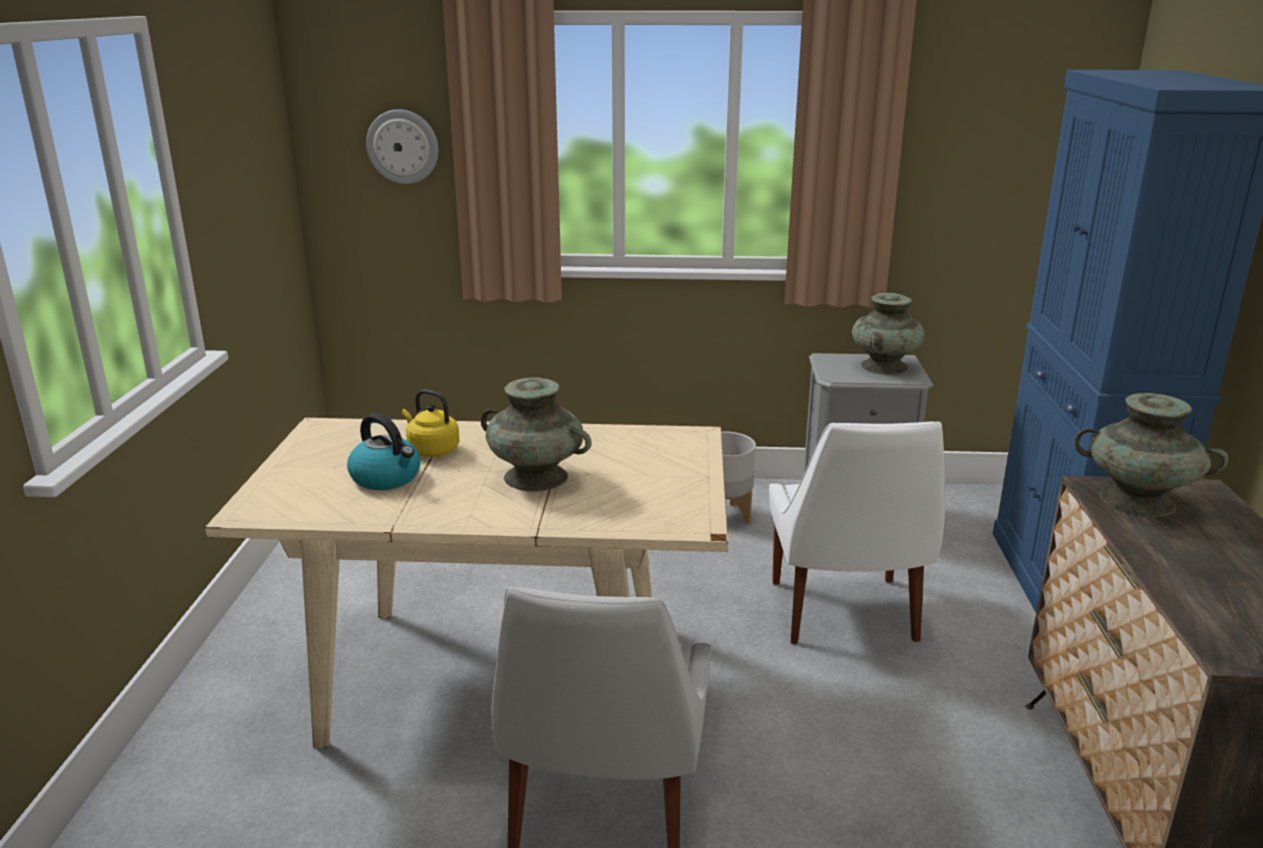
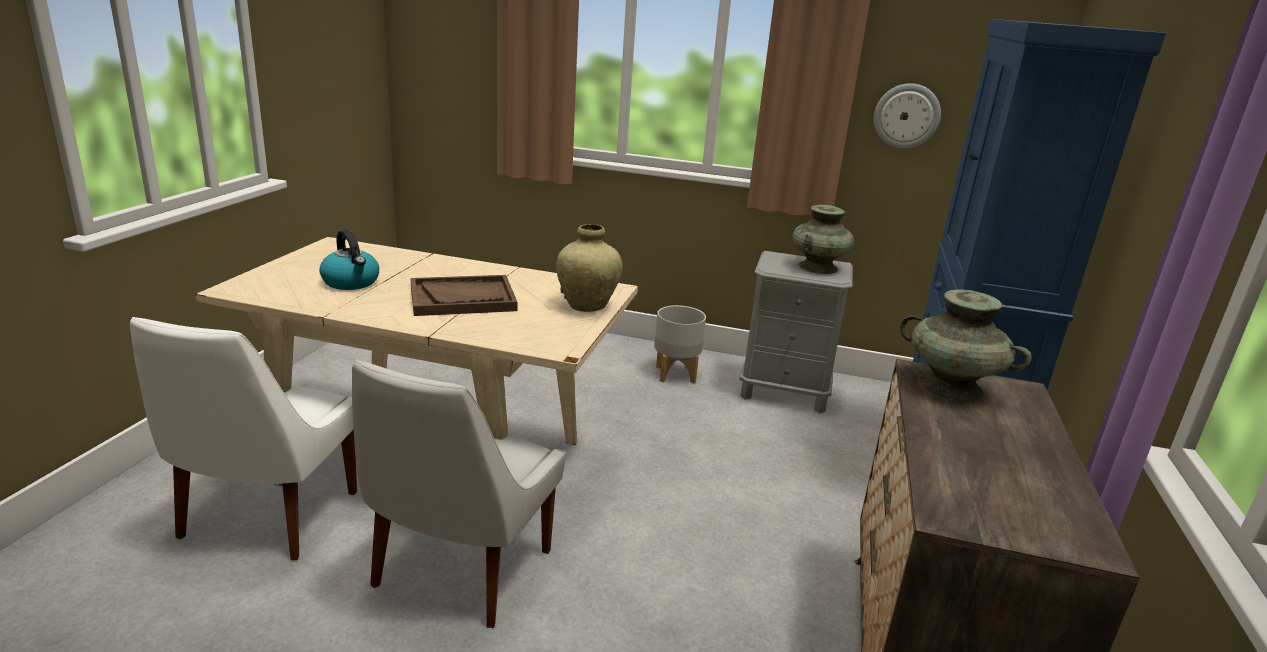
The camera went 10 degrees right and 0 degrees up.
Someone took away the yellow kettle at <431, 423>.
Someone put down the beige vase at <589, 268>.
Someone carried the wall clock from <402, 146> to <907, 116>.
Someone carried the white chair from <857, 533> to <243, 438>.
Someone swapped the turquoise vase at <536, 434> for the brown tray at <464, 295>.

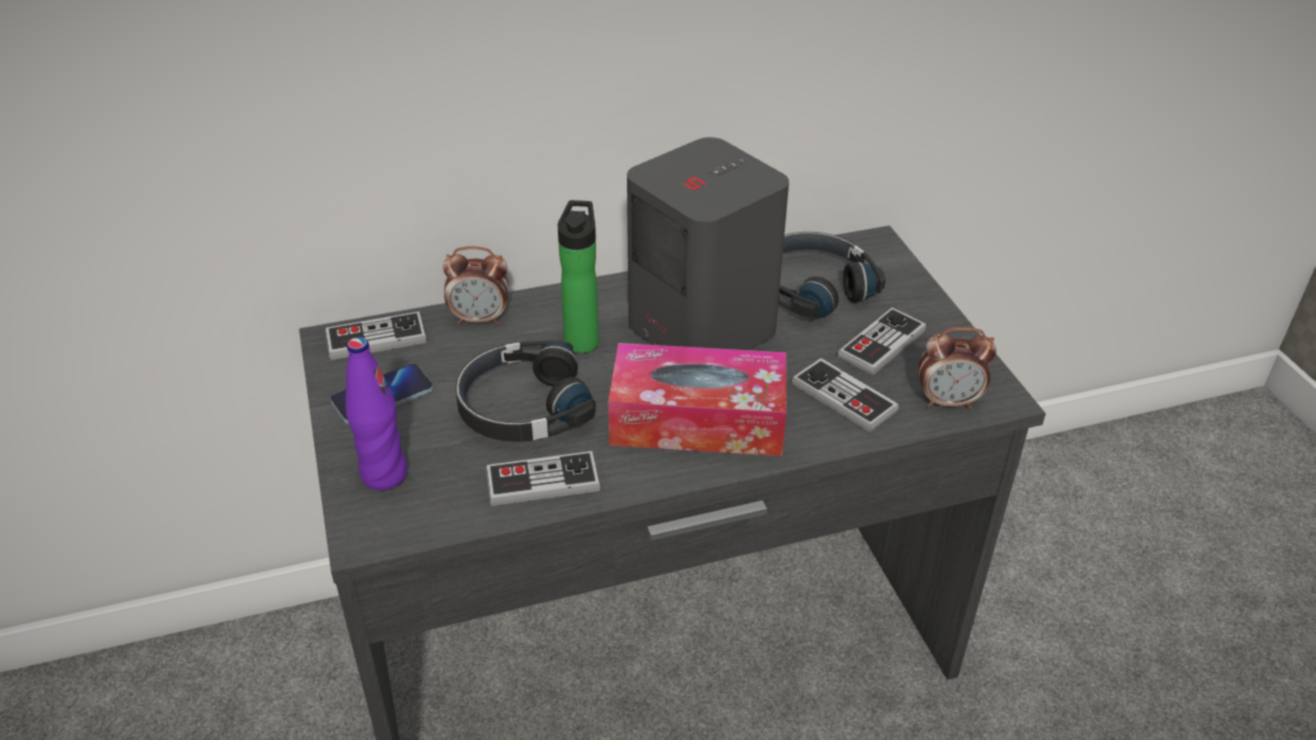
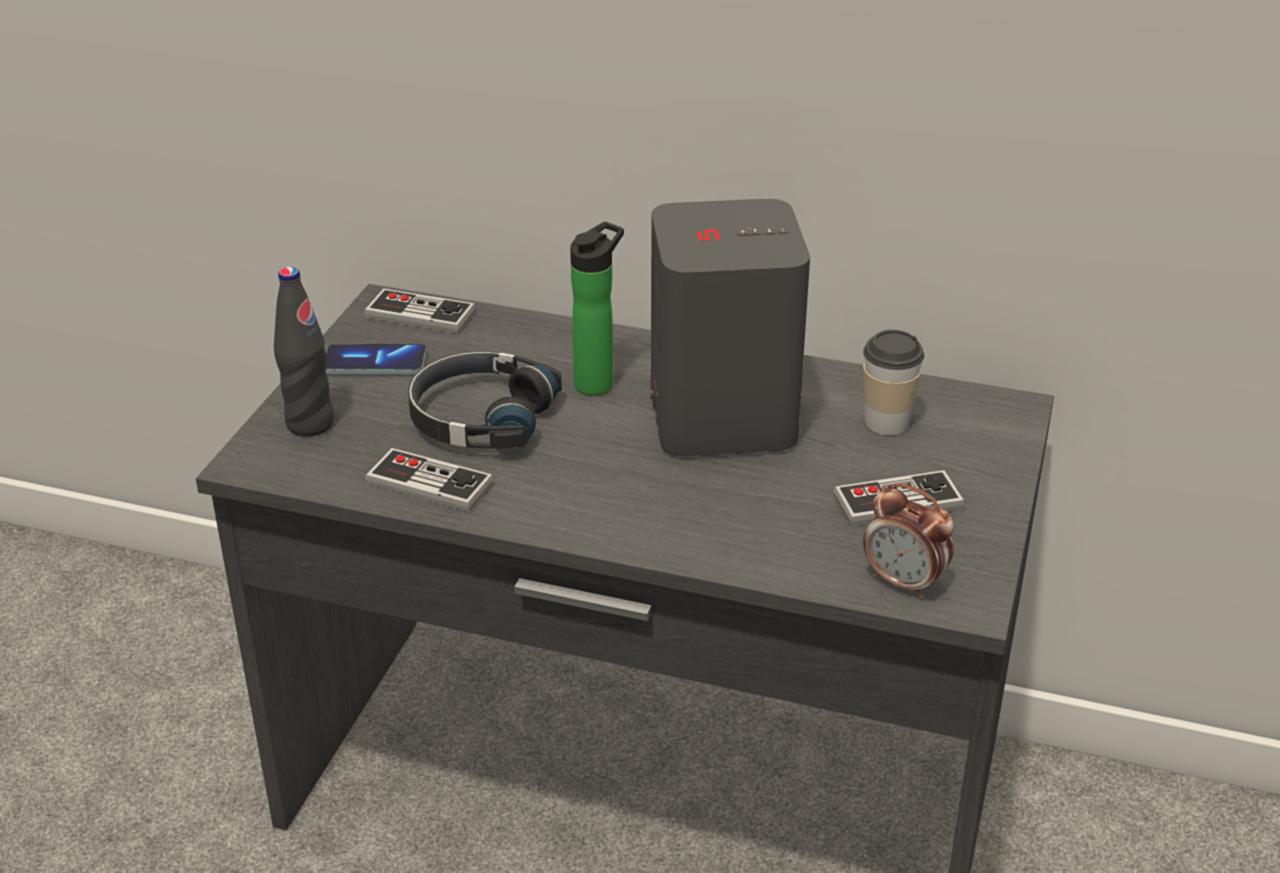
The camera went 35 degrees right and 5 degrees down.
Someone took away the alarm clock at <476, 285>.
Someone took away the tissue box at <697, 399>.
Someone took away the game controller at <845, 395>.
Someone swapped the black headphones at <832, 276> for the cup at <893, 382>.
Someone repainted the purple bottle at <376, 413>, which became the black bottle at <304, 352>.

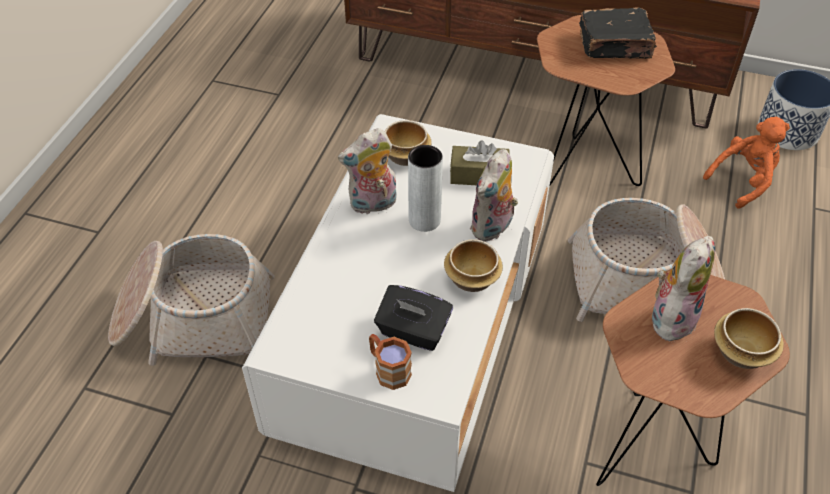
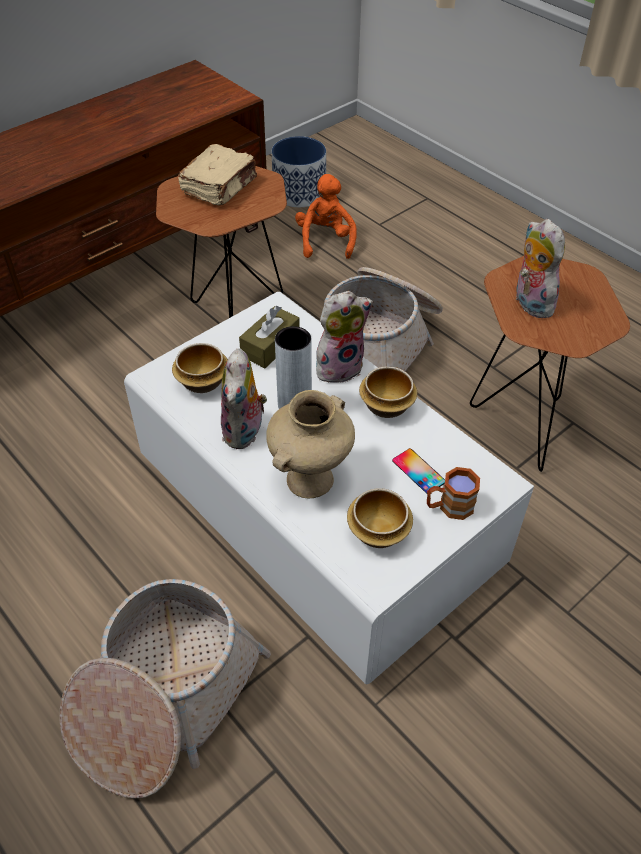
The camera went 60 degrees left and 0 degrees up.
Someone put down the beige vase at <310, 444>.
Someone carried the bowl from <749, 338> to <380, 518>.
Someone swapped the black tissue box at <413, 318> for the phone at <418, 471>.
Someone repainted the black book at <618, 33>, which became the beige book at <217, 174>.
Someone rotated the plush toy at <494, 195> by 90 degrees counterclockwise.

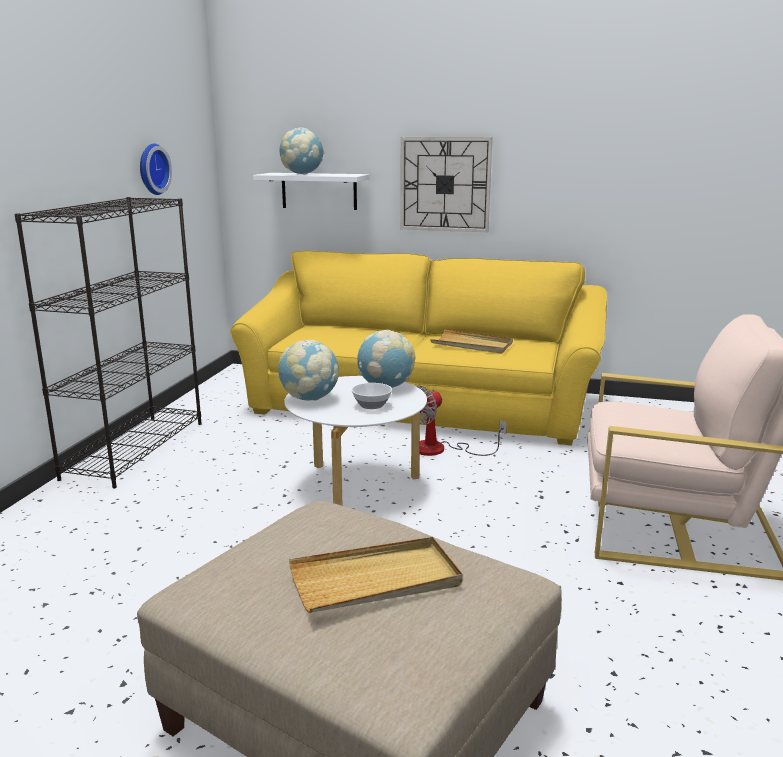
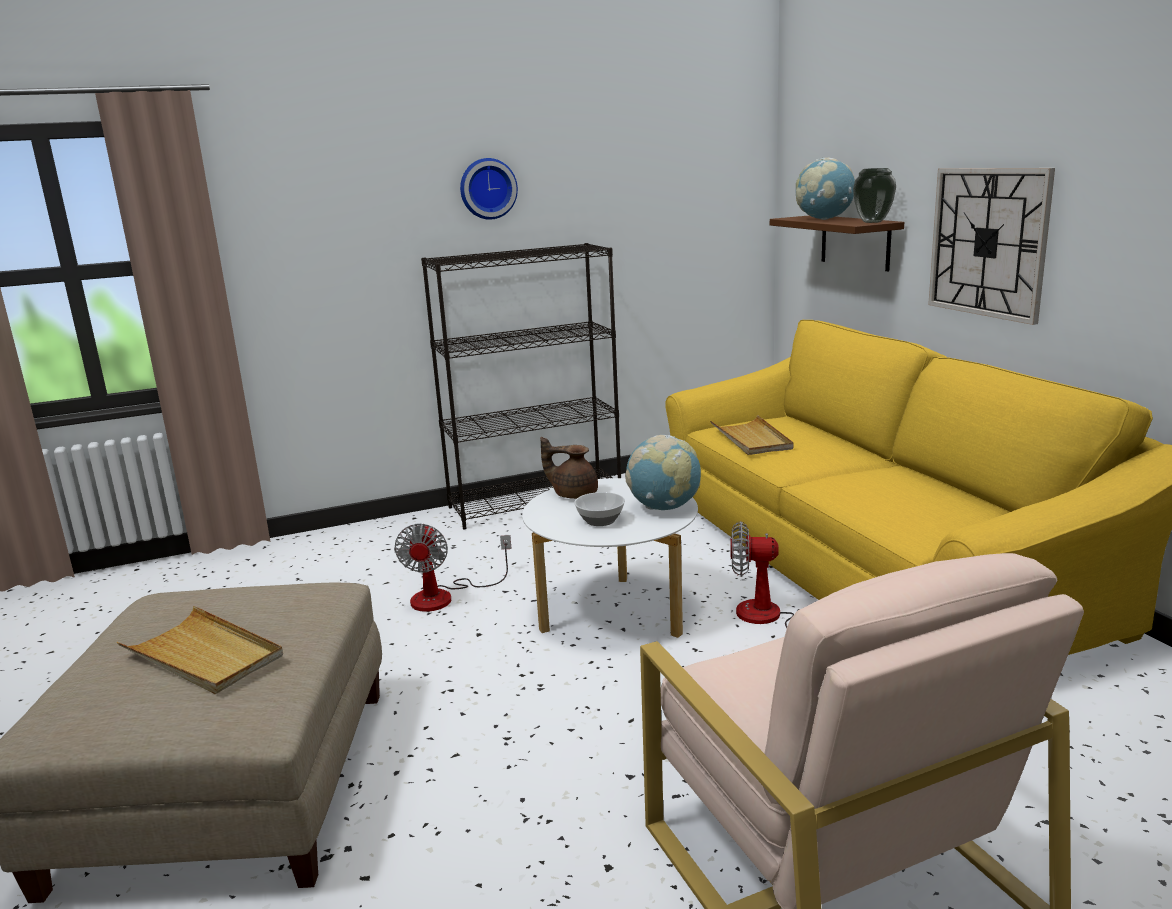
The camera went 55 degrees right and 0 degrees up.
Someone put down the fan at <453, 567>.
Someone put down the vase at <874, 195>.
Someone carried the wall clock from <156, 169> to <489, 189>.
Someone carried the beige tray from <471, 341> to <752, 435>.
Someone swapped the globe at <308, 370> for the brown teapot at <569, 468>.
Someone repainted the white shelf at <311, 191>, which became the brown shelf at <837, 243>.

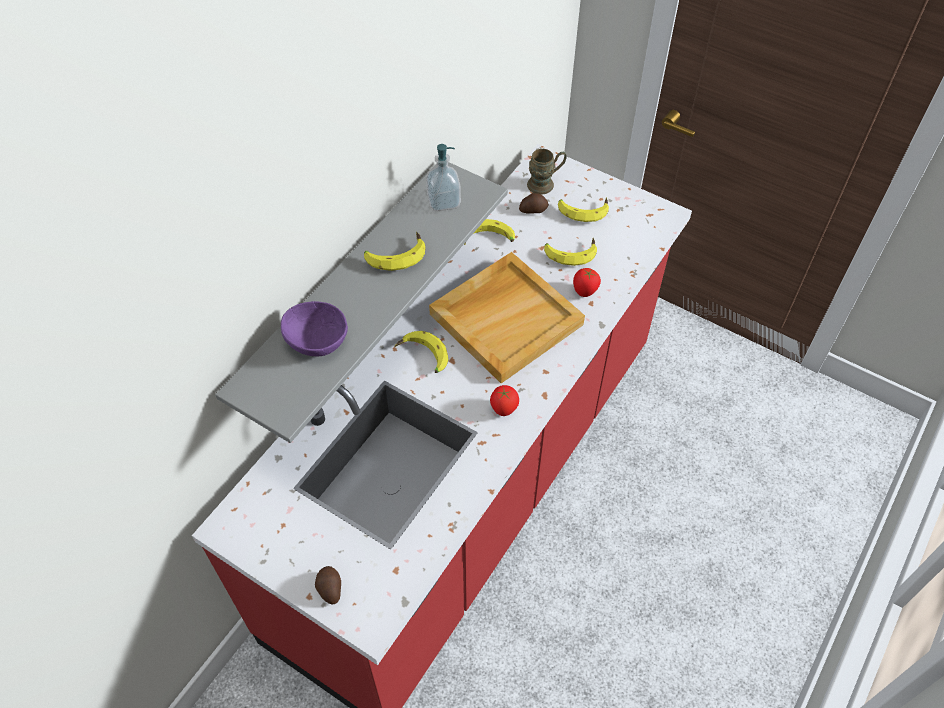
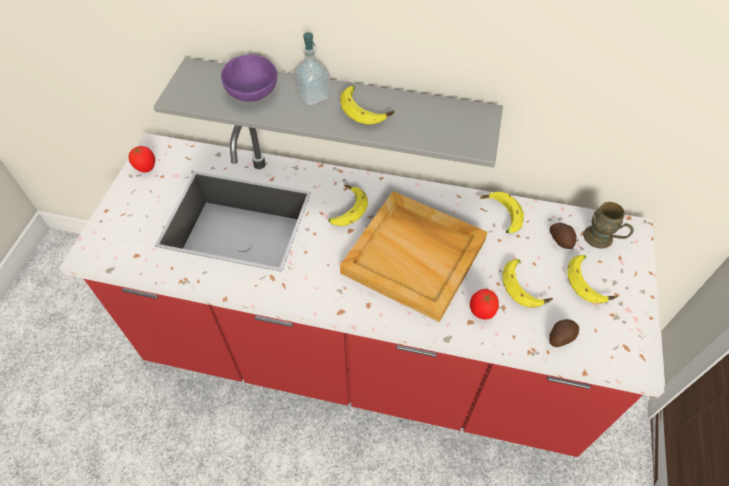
The camera went 70 degrees right and 0 degrees up.
Someone carried the potato from <328, 585> to <564, 333>.
Someone carried the soap dispenser from <443, 178> to <312, 69>.
Someone carried the tomato from <504, 400> to <141, 159>.

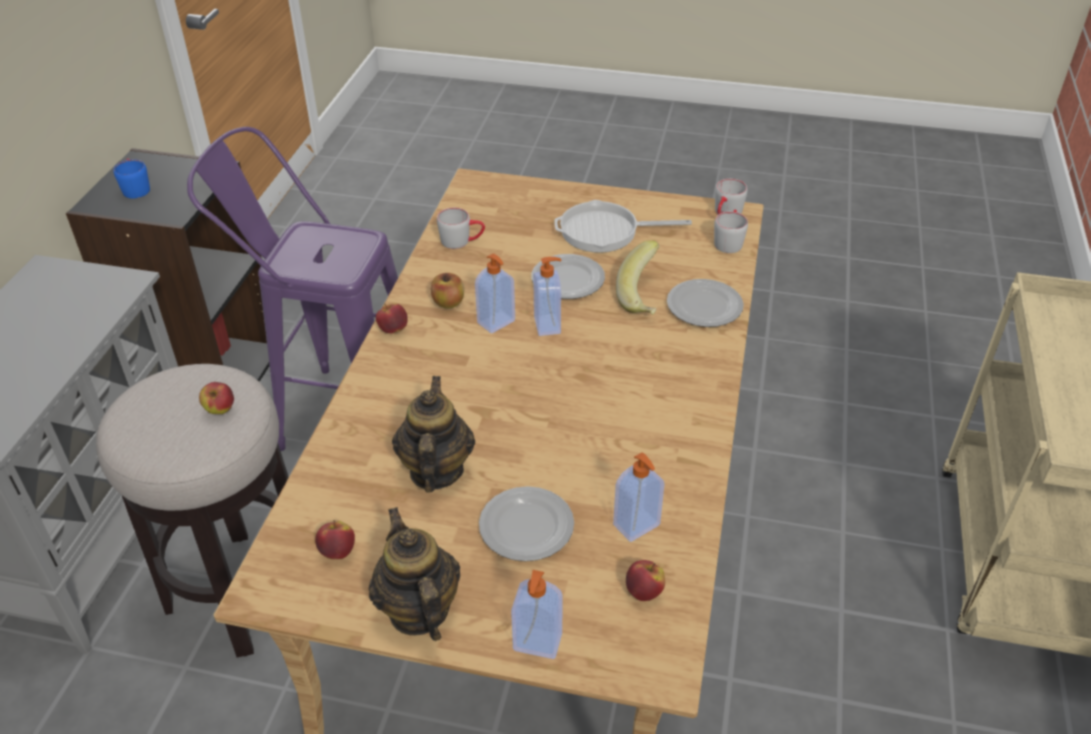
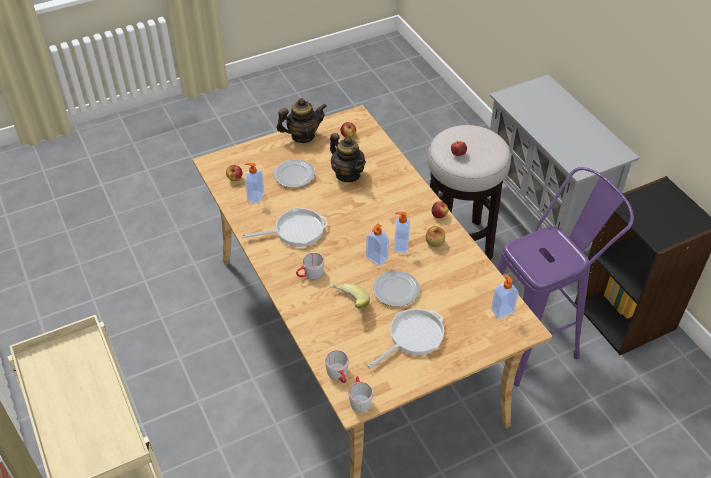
The camera went 140 degrees right and 5 degrees up.
Someone took away the blue mug at <132, 178>.
Someone took away the plate at <705, 303>.
Someone put down the frying pan at <284, 227>.
Someone carried the grey mug from <461, 228> to <310, 266>.
Someone carried the soap dispenser from <537, 614> to <505, 296>.
Someone rotated the teapot at <414, 574> by 45 degrees counterclockwise.

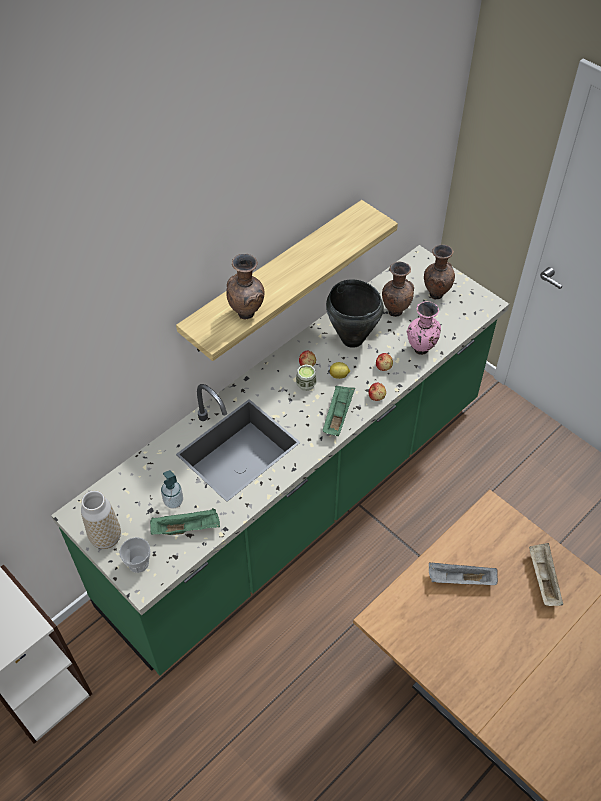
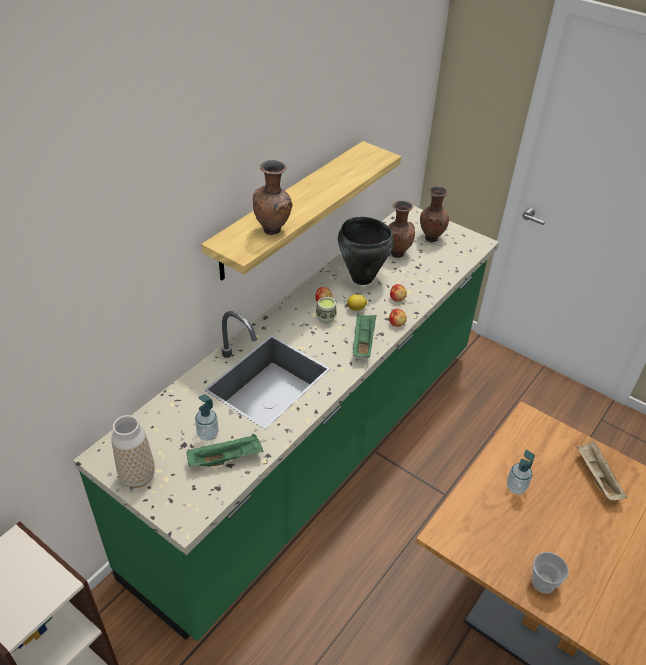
The camera went 10 degrees left and 10 degrees down.
Someone took away the pink vase at <424, 328>.
Someone carried the cup from <134, 555> to <550, 573>.
Someone swapped the grey tray at <463, 574> for the soap dispenser at <521, 472>.

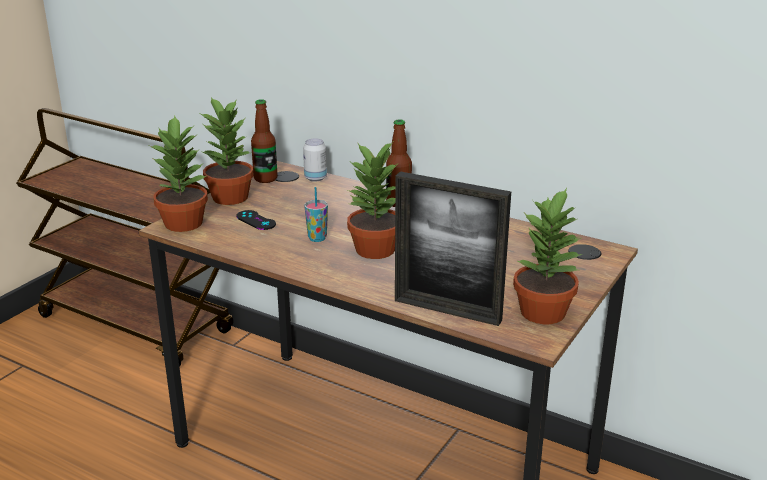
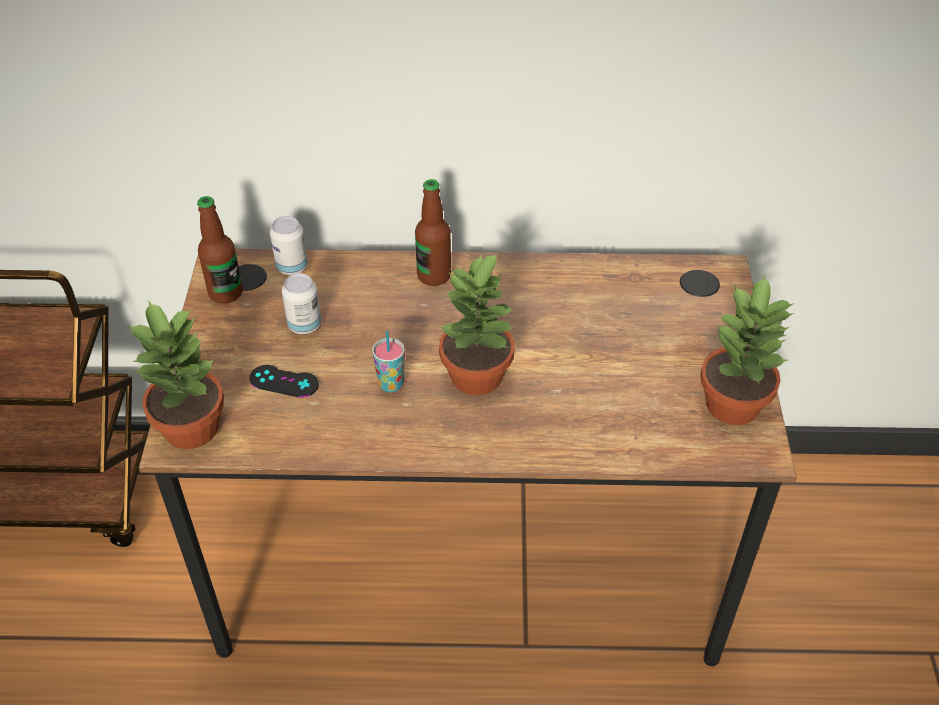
The camera went 30 degrees left and 20 degrees up.
Someone took away the potted plant at <226, 151>.
Someone took away the picture frame at <453, 248>.
Someone put down the can at <301, 303>.

